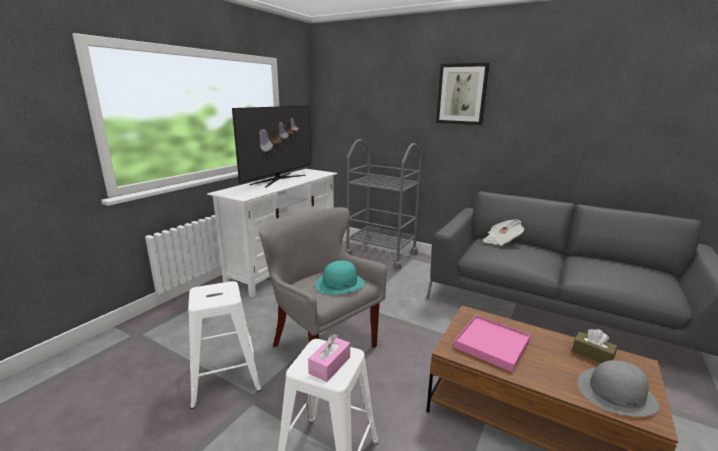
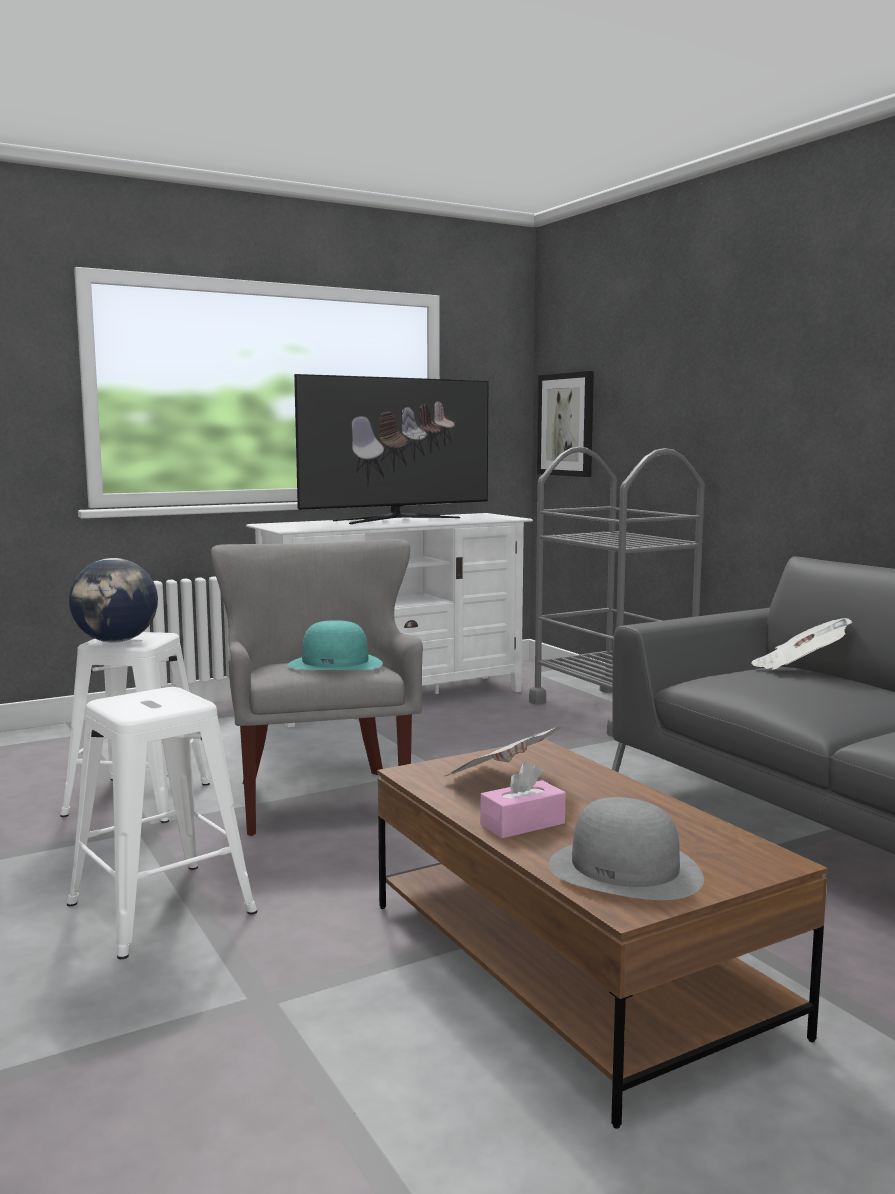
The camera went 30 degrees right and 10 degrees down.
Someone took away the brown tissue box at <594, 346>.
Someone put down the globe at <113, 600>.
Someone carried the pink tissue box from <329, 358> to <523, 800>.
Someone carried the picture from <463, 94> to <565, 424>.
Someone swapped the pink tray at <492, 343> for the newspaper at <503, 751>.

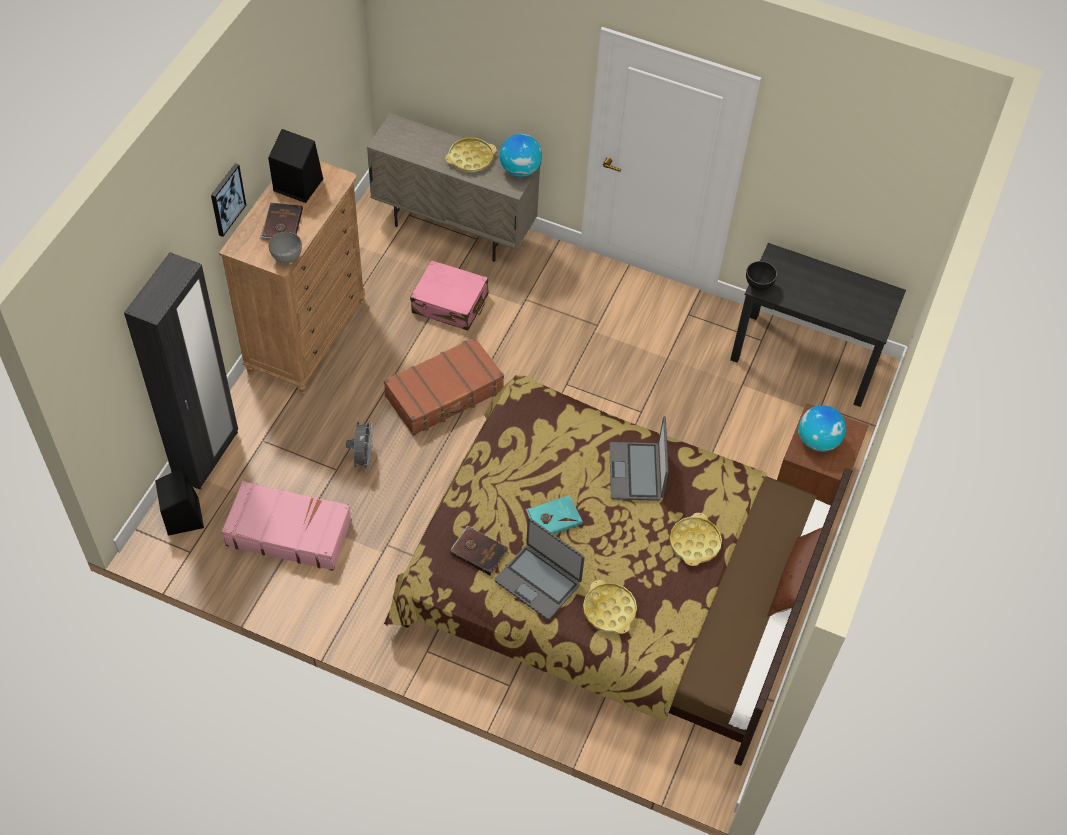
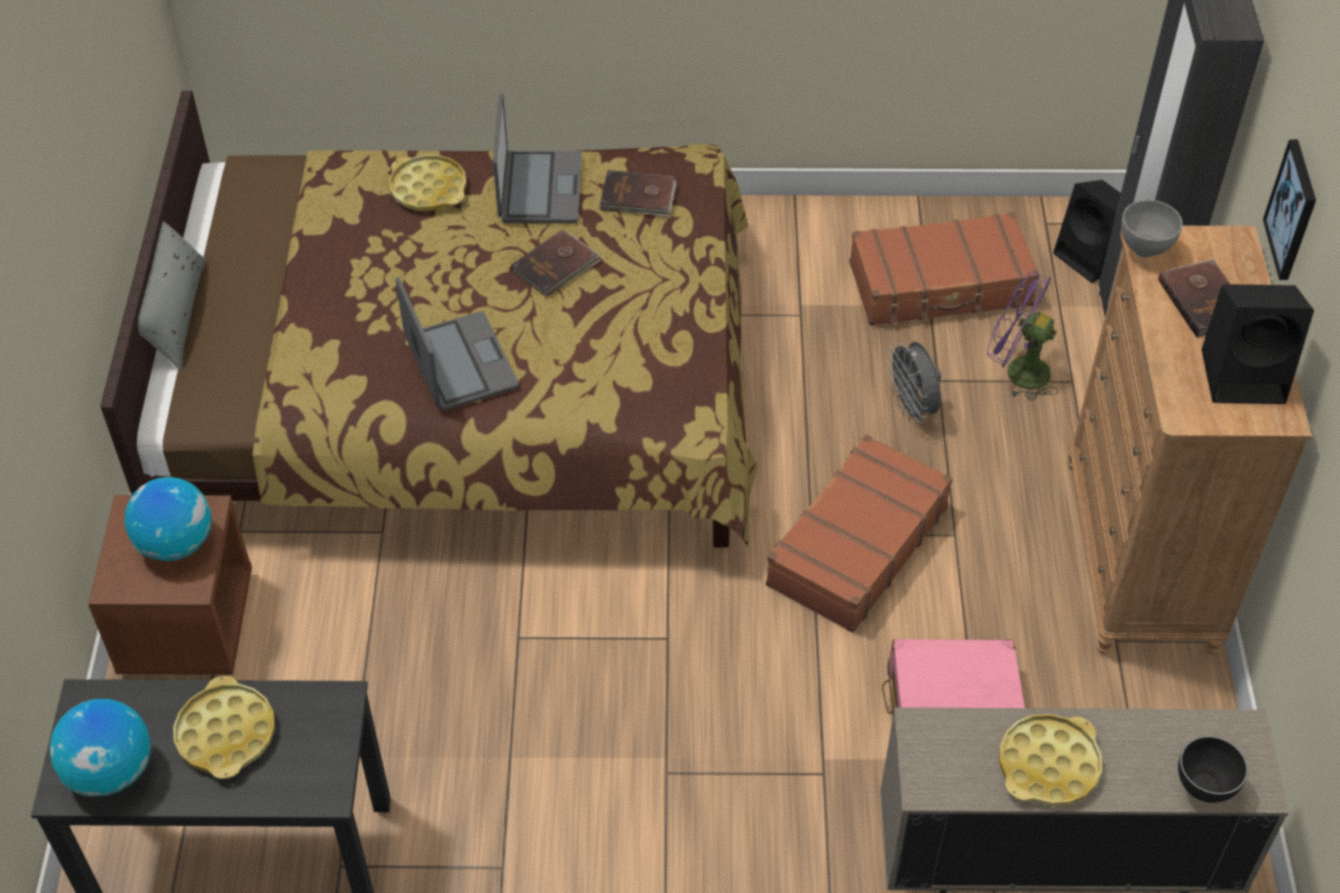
The camera went 160 degrees right and 5 degrees down.
Someone put down the purple fan at <1022, 336>.
Someone carried the globe from <521, 155> to <101, 748>.
Someone carried the yellow tray from <696, 539> to <224, 727>.
Someone carried the black bowl from <761, 276> to <1213, 769>.
Someone repainted the pink suitcase at <287, 526>, which became the brown suitcase at <944, 269>.
Someone repainted the turquoise book at <554, 514>, which became the brown book at <556, 263>.
Someone repainted the brown pillow at <795, 572>, which became the grey pillow at <172, 296>.
Someone rotated the laptop at <540, 569> by 75 degrees clockwise.

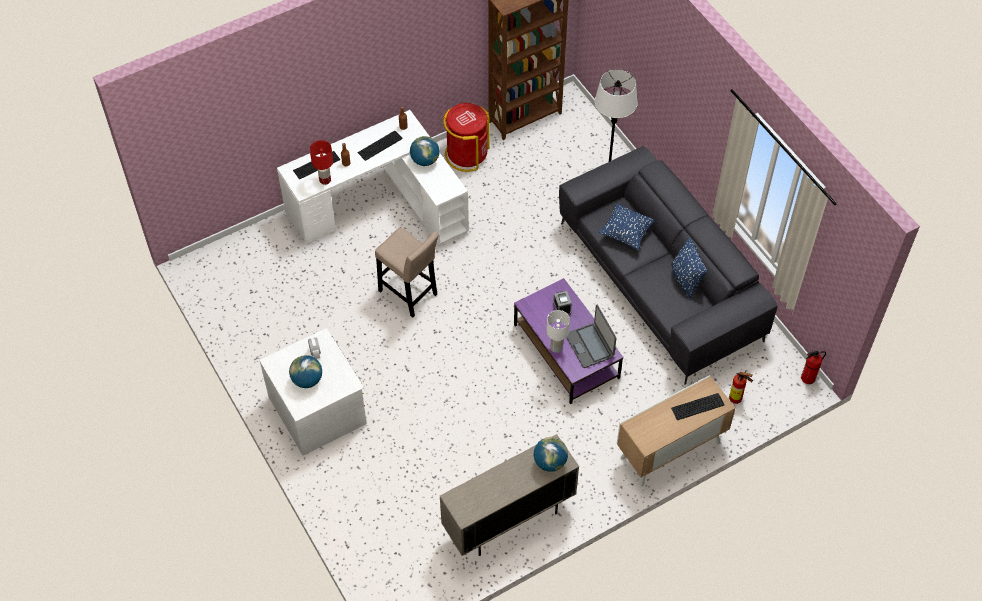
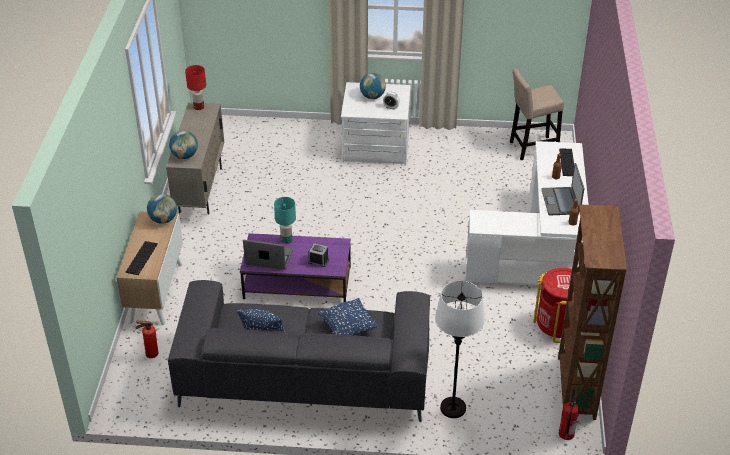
The camera went 125 degrees right and 15 degrees down.
Someone carried the red table lamp from <321, 162> to <195, 87>.
Someone carried the beige stool from <407, 273> to <537, 114>.
Someone carried the globe from <425, 151> to <162, 209>.
Someone carried the fire extinguisher from <813, 367> to <569, 414>.
Someone swapped the keyboard at <380, 146> for the laptop at <562, 189>.
Someone repainted the white table lamp at <558, 331>, which became the turquoise table lamp at <285, 220>.

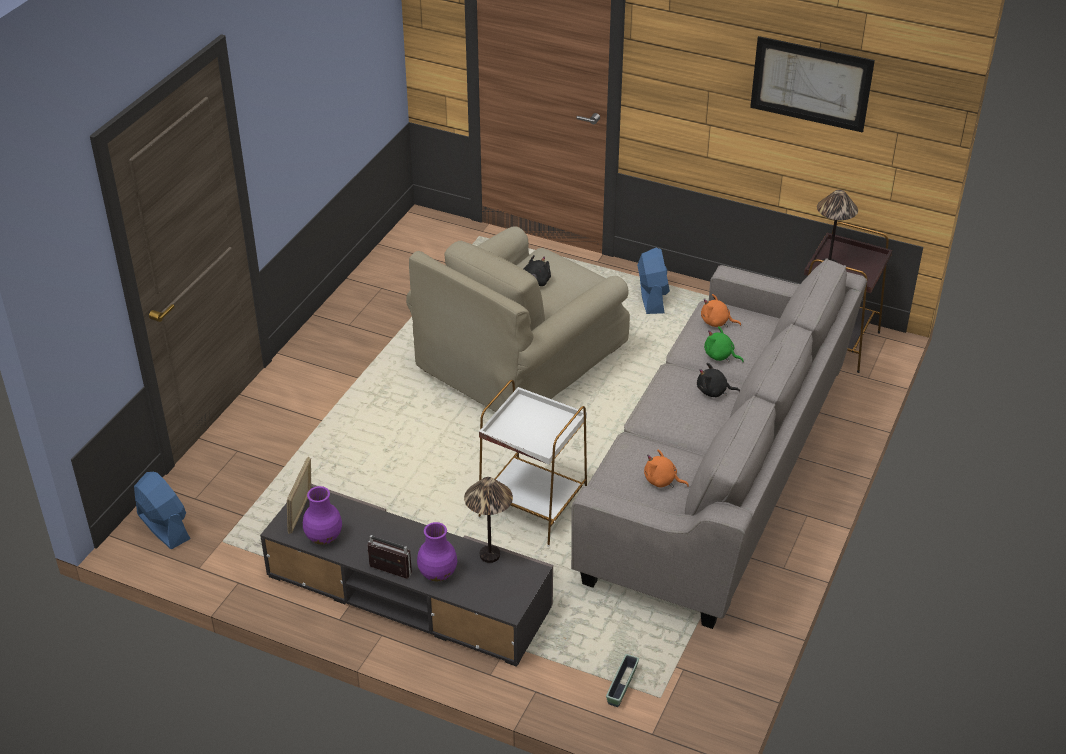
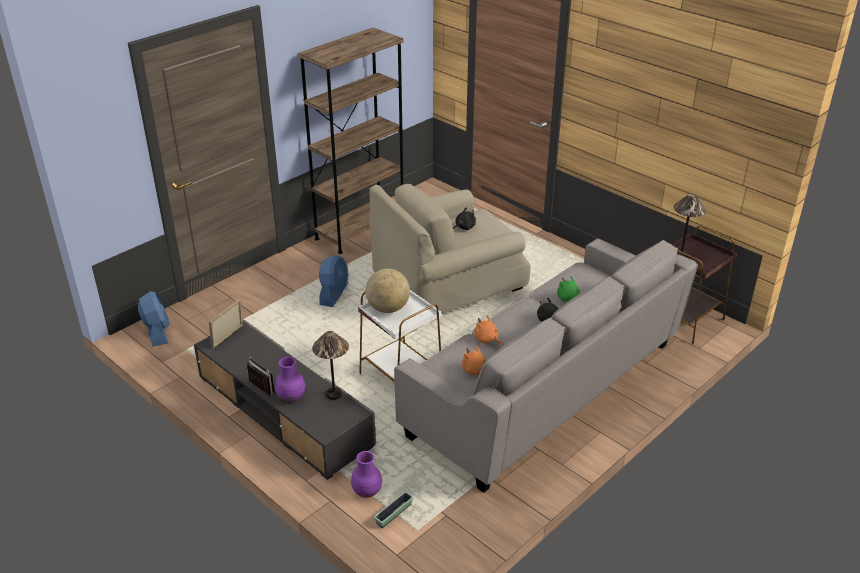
The camera went 20 degrees right and 5 degrees down.
Someone took away the picture at <812, 84>.
Someone put down the brown bookcase at <350, 141>.
Someone put down the globe at <387, 291>.
Someone carried the purple vase from <322, 515> to <366, 474>.
Someone carried the blue fan from <653, 281> to <334, 281>.
Someone carried the orange plush toy from <721, 310> to <489, 331>.

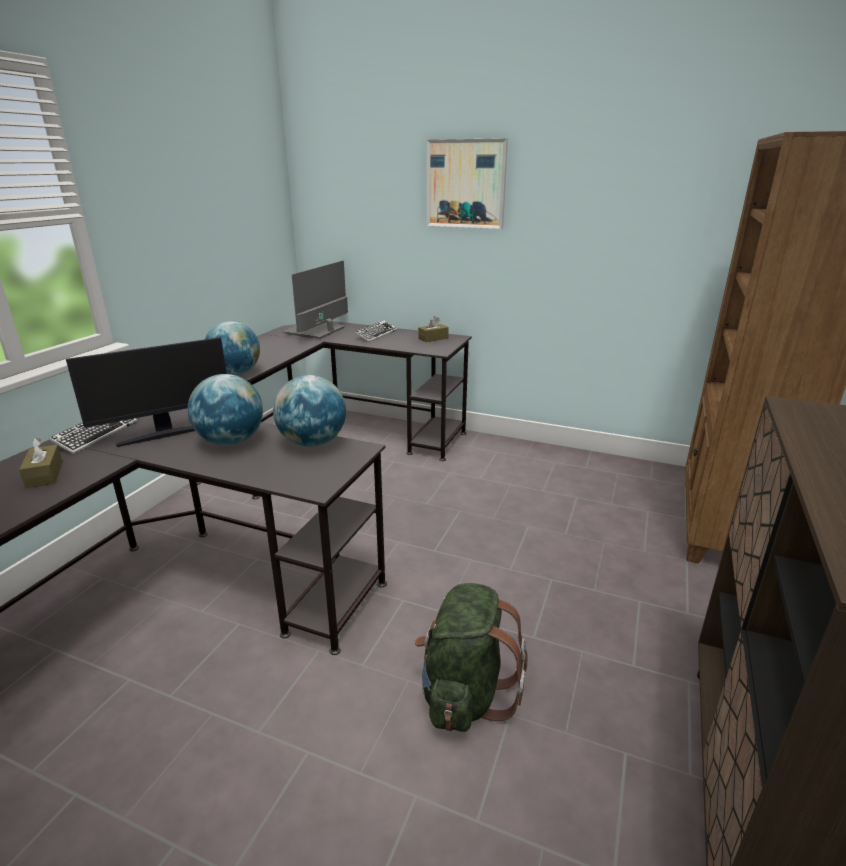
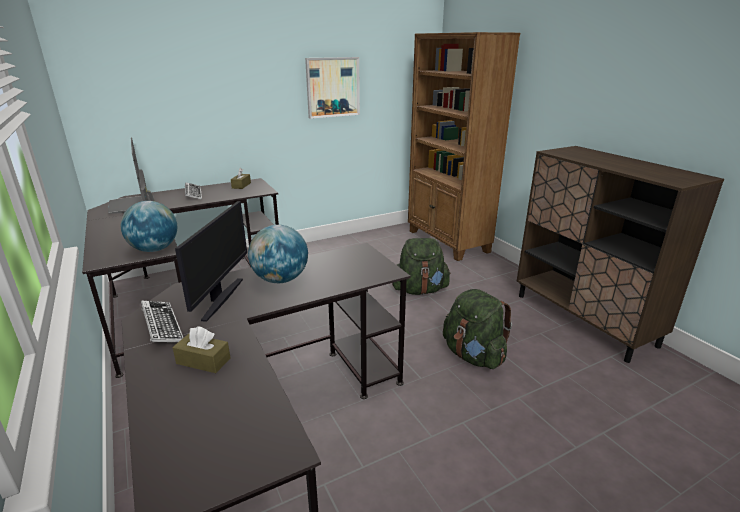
The camera went 50 degrees left and 0 degrees up.
Someone took away the globe at <309, 411>.
Someone put down the green backpack at <421, 266>.
Someone carried the picture from <467, 183> to <332, 88>.

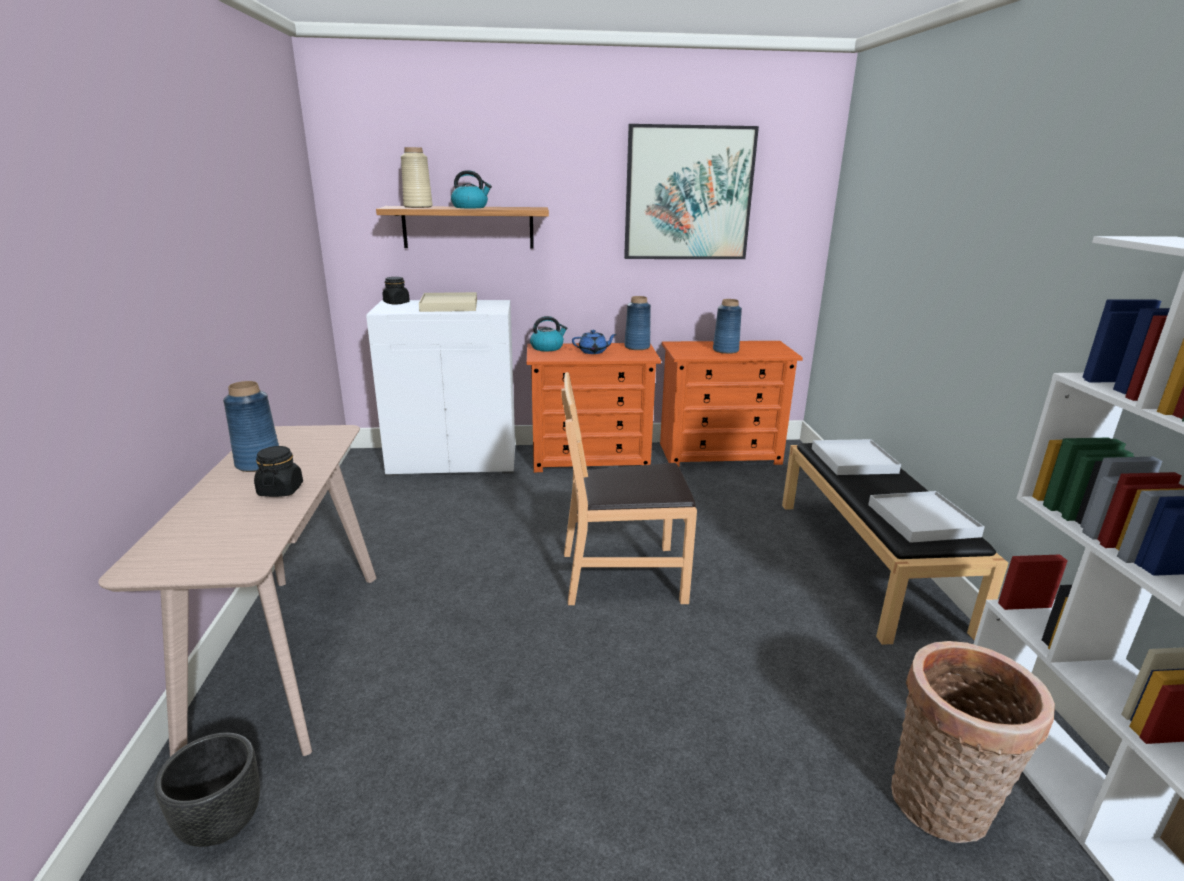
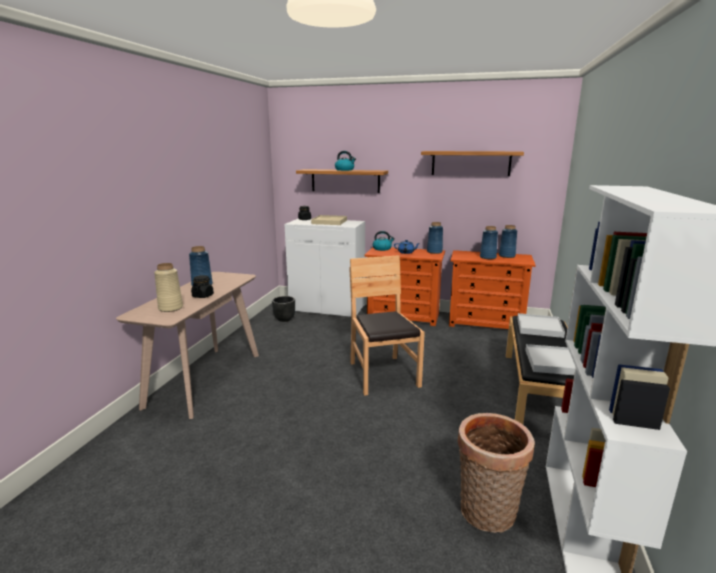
The camera went 20 degrees right and 5 degrees down.
Someone put down the blue vase at <508, 241>.
Someone carried the black planter from <207, 790> to <283, 309>.
Someone carried the beige vase from <417, 177> to <168, 287>.
Someone swapped the picture at <691, 191> for the shelf at <472, 163>.
Someone rotated the brown chair at <629, 488> by 60 degrees clockwise.

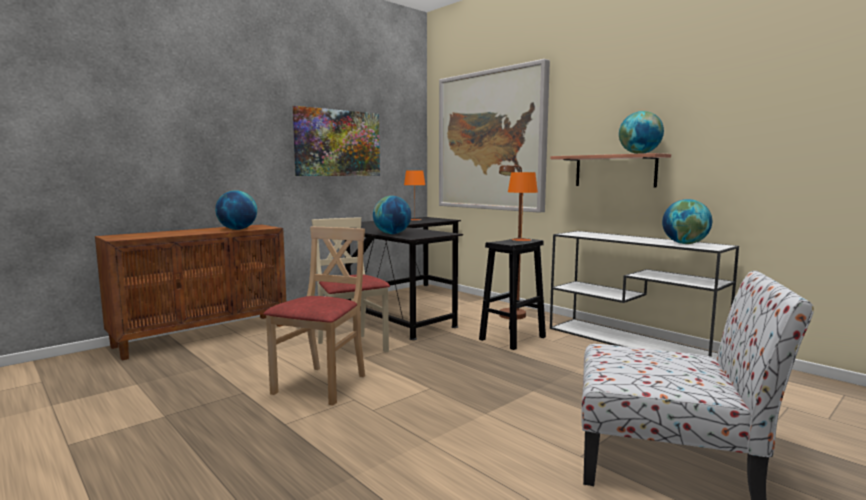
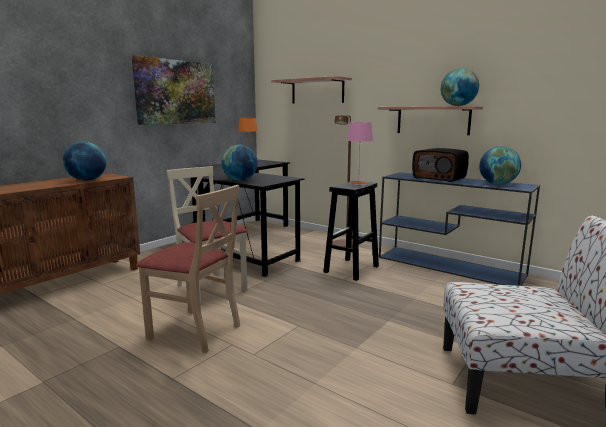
The camera went 10 degrees left and 5 degrees up.
Someone put down the radio at <440, 165>.
Someone swapped the picture at <494, 136> for the shelf at <311, 89>.
Someone repainted the orange table lamp at <523, 206>, which became the pink table lamp at <360, 153>.
Someone repainted the white console table at <644, 295>, which became the blue console table at <459, 229>.
Someone rotated the beige chair at <314, 316> by 105 degrees clockwise.

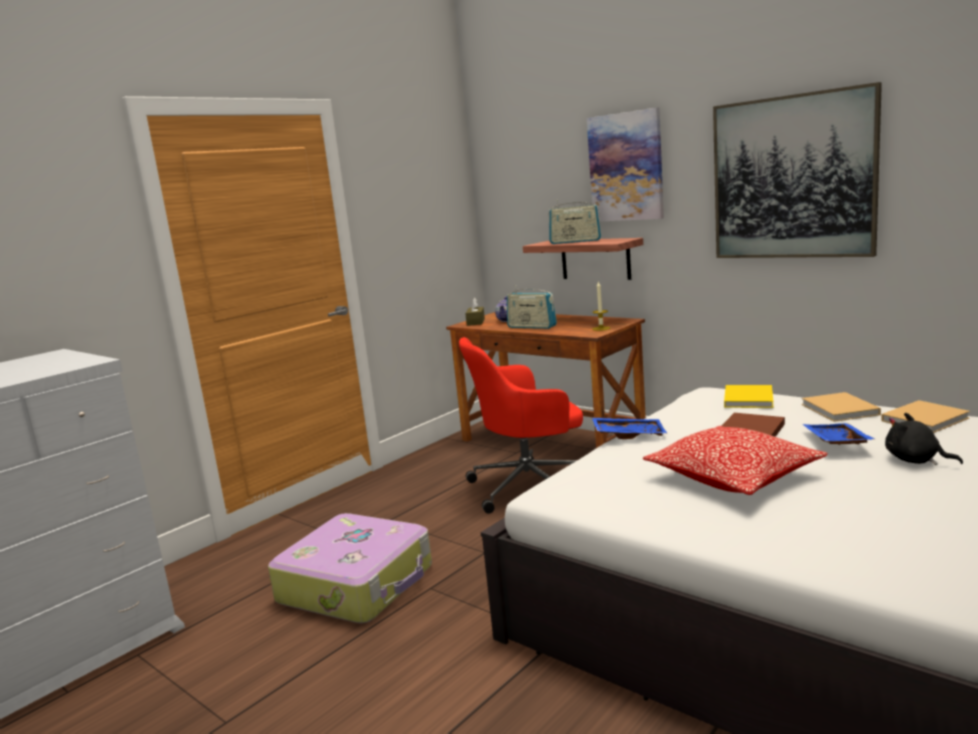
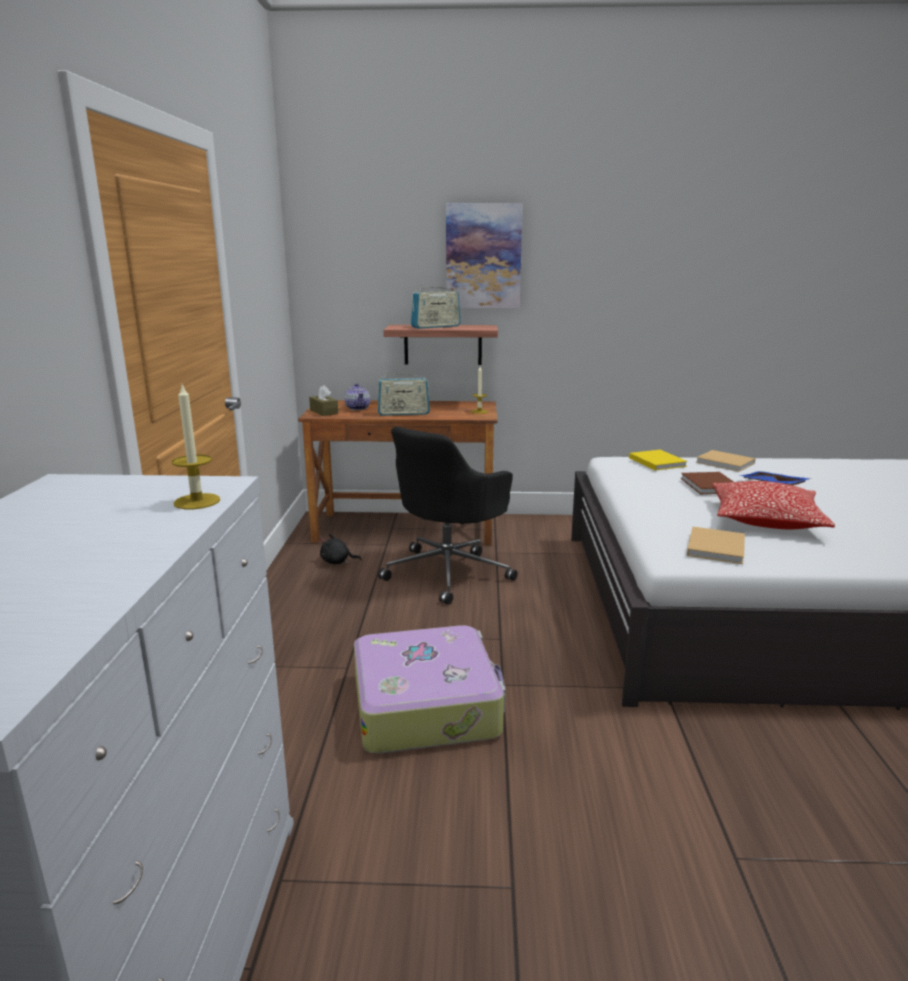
The camera went 40 degrees left and 5 degrees up.
Someone took away the blue tray at <630, 428>.
Someone took away the picture at <797, 170>.
Someone put down the candle at <196, 447>.
Someone carried the beige book from <925, 416> to <716, 545>.
Someone carried the black plush toy from <924, 439> to <341, 548>.
Someone repainted the red office chair at <521, 425>, which became the black office chair at <448, 515>.

